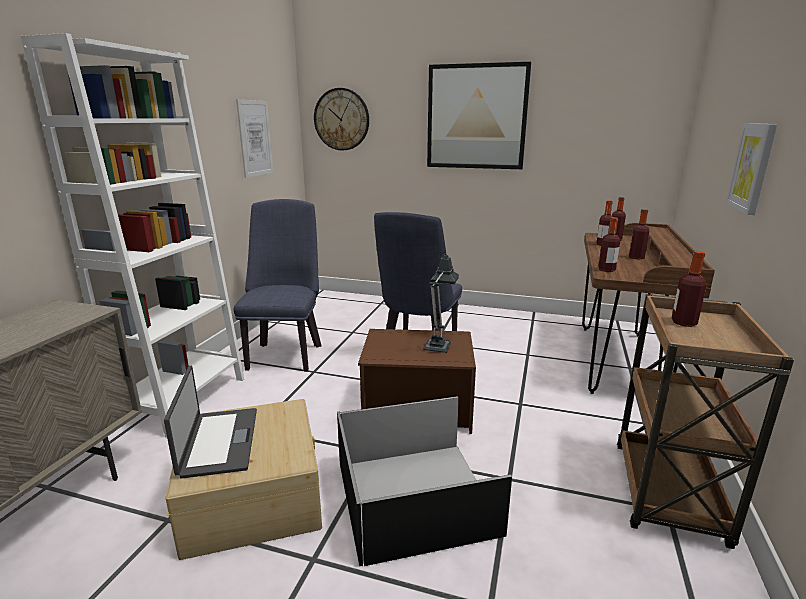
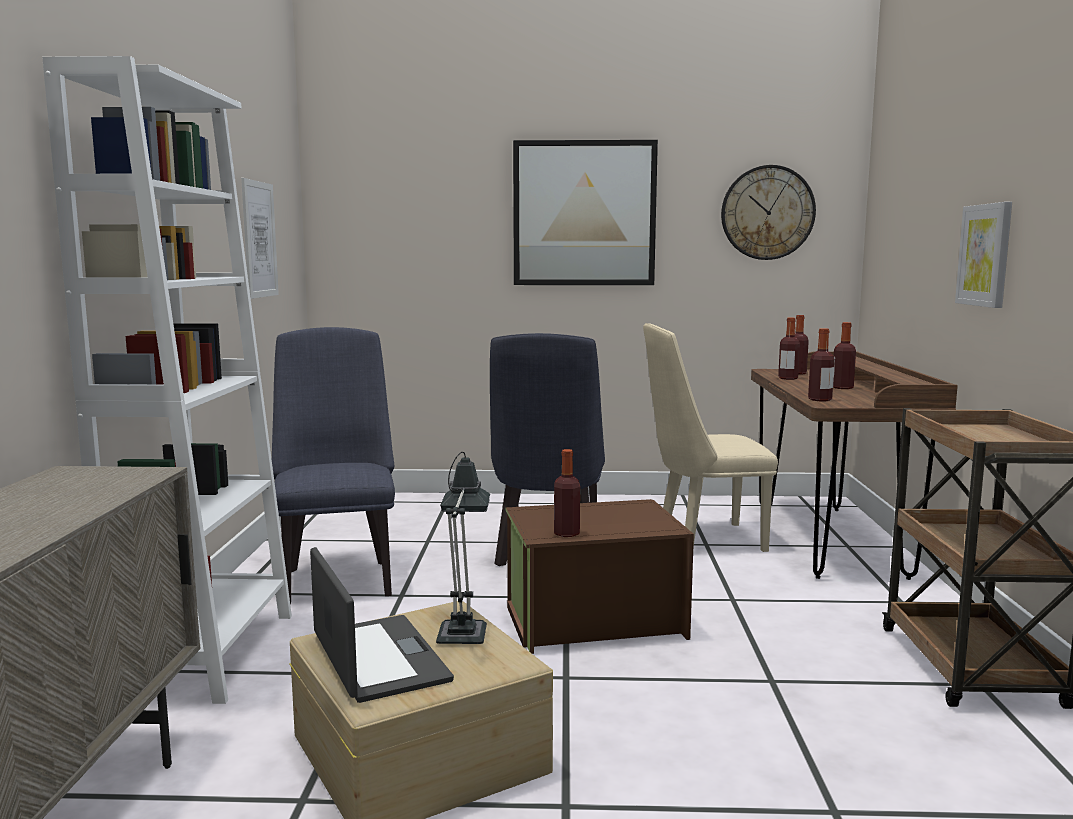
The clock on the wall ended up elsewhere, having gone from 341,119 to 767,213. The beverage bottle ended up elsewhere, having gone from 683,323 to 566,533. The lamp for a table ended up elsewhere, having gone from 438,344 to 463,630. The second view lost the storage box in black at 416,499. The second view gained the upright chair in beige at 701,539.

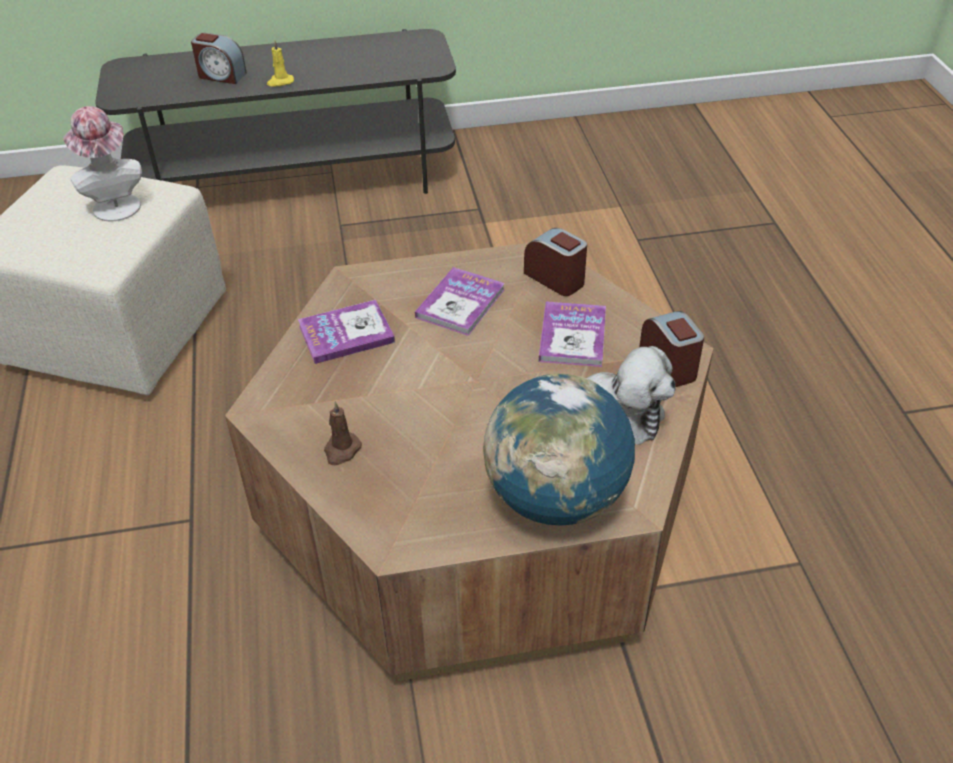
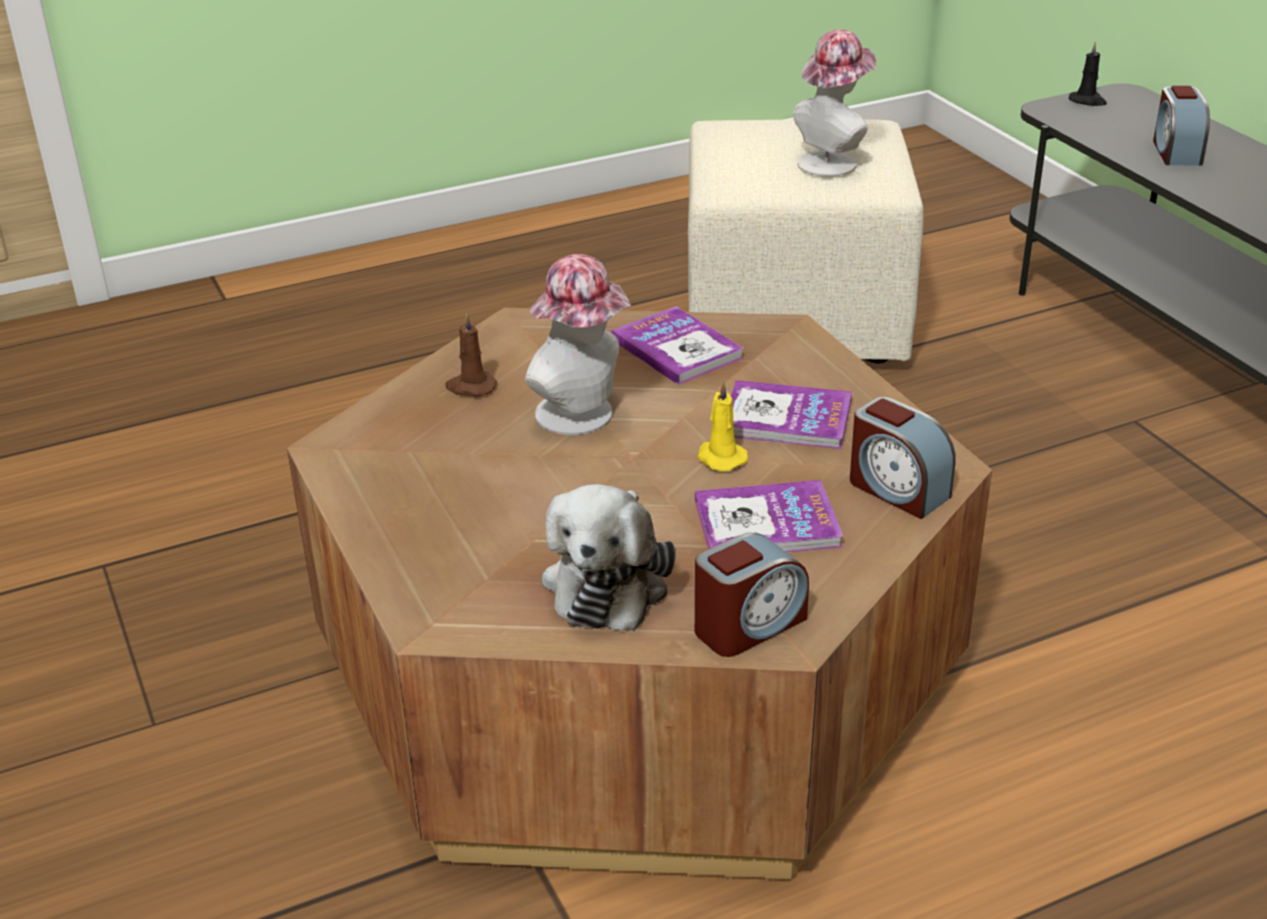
The candle in yellowish ended up elsewhere, having gone from 280,82 to 720,458. The table clock at 555,278 ended up facing another way, 105 degrees clockwise from before. The second view lost the world globe at 555,498. The second view gained the candle in black at 1088,101. The second view gained the clothing hat at 583,417.

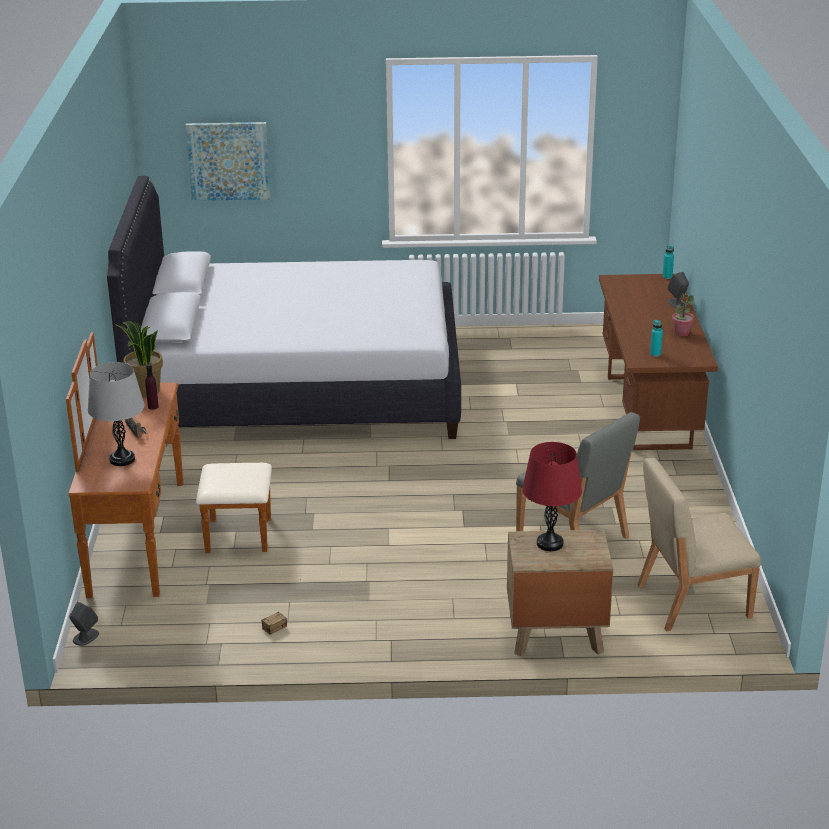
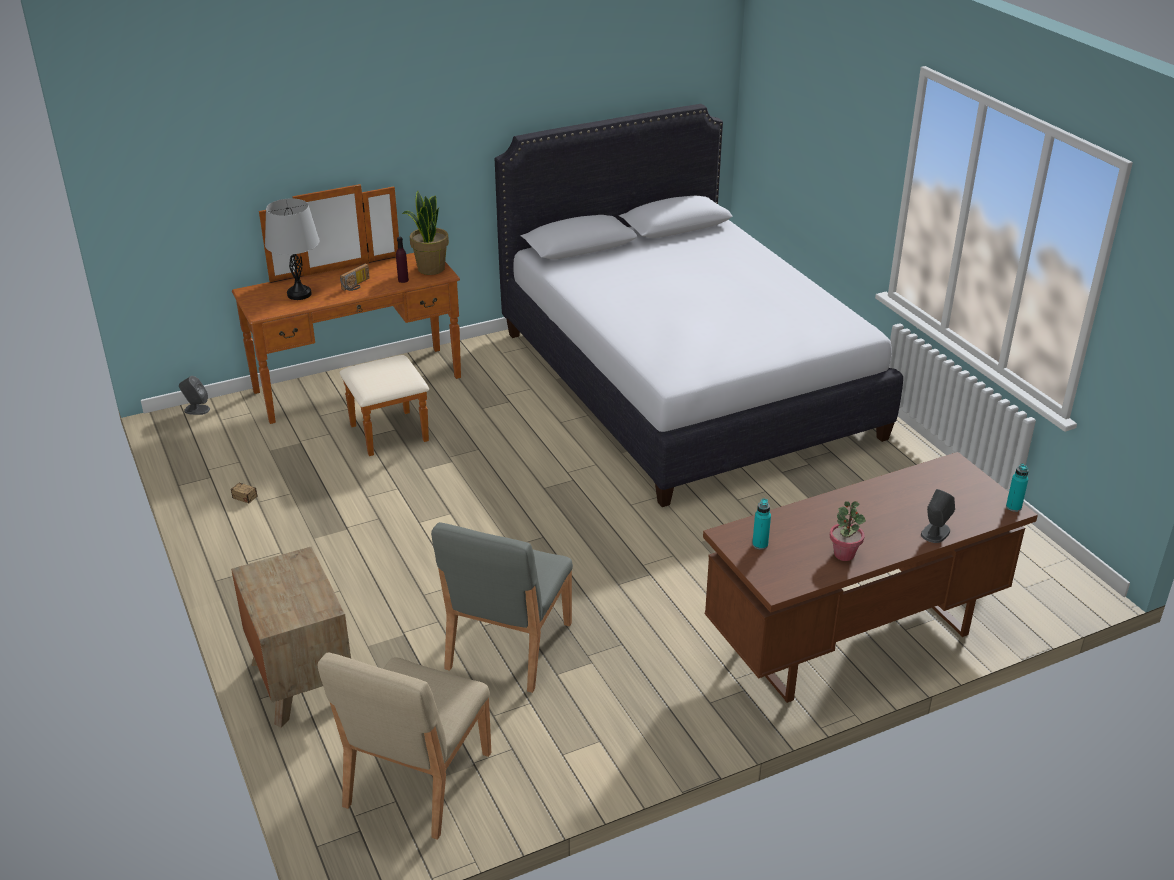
The second view lost the picture at 228,160. The second view lost the lamp for a table in red-coloured at 549,543. The upright chair in beige at 692,601 ended up facing another way, 120 degrees counterclockwise from before.

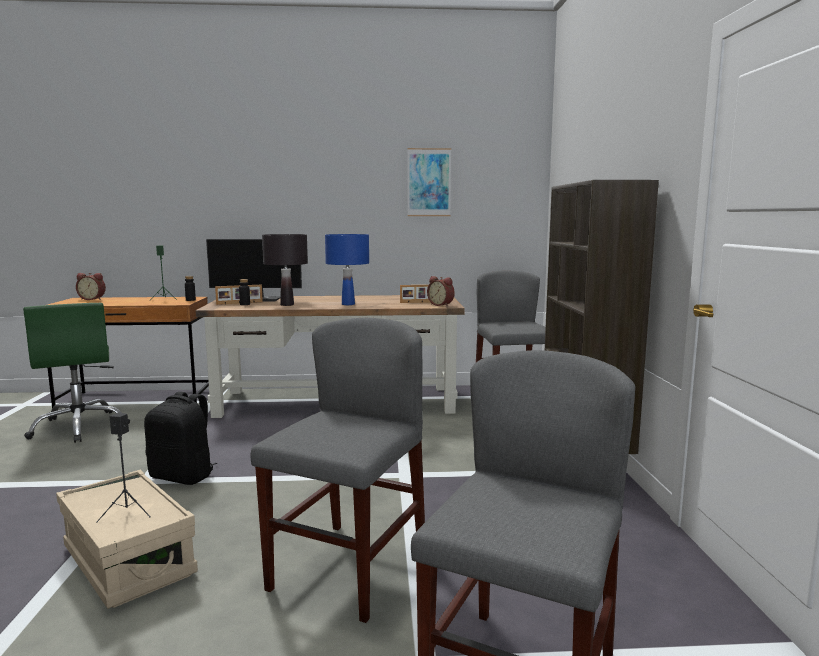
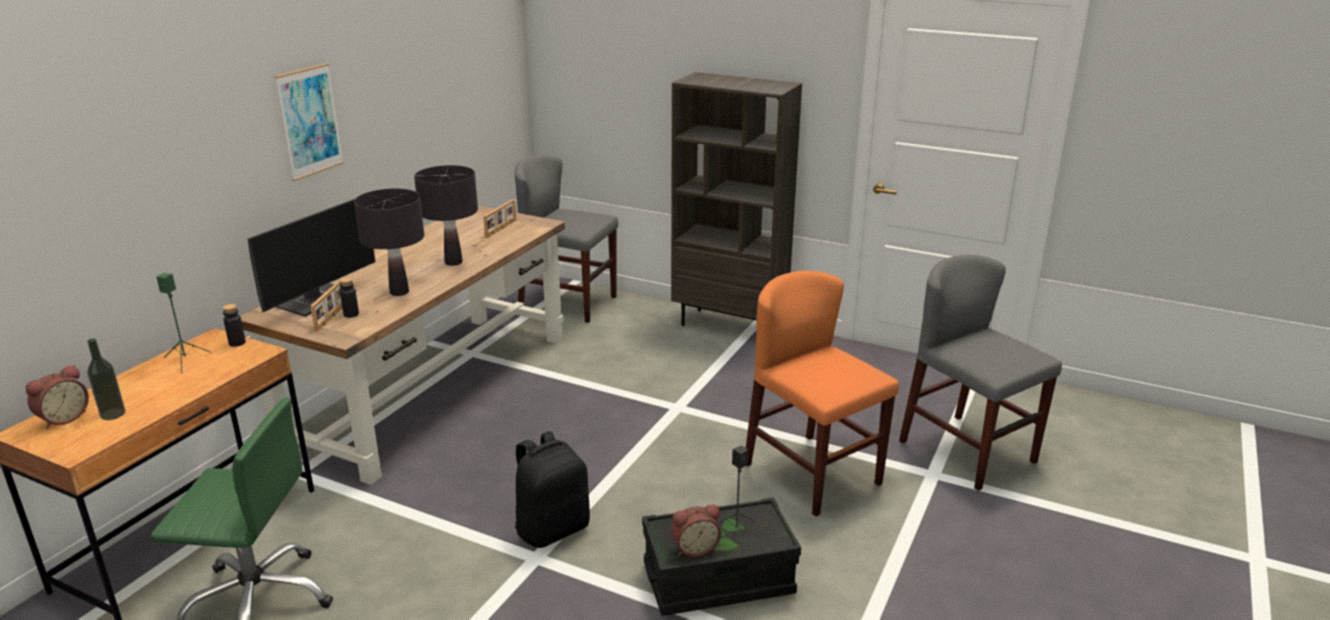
The picture ended up elsewhere, having gone from 429,182 to 310,121. What was the lamp for a table in blue-coloured at 348,304 turned into the lamp for a table in black at 453,262. The table clock ended up elsewhere, having gone from 441,305 to 694,548. What was the upright chair in gray at 349,569 turned into the upright chair in orange-coloured at 812,474. What was the storage box in beige at 128,561 turned into the storage box in black at 718,580. The second view gained the beverage bottle at 113,414.

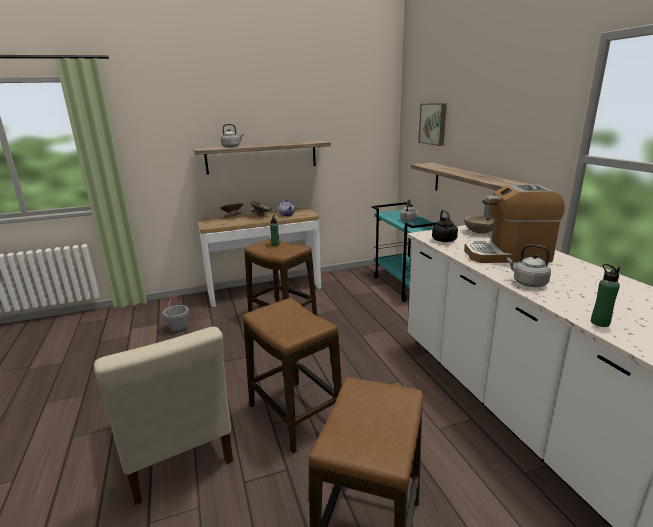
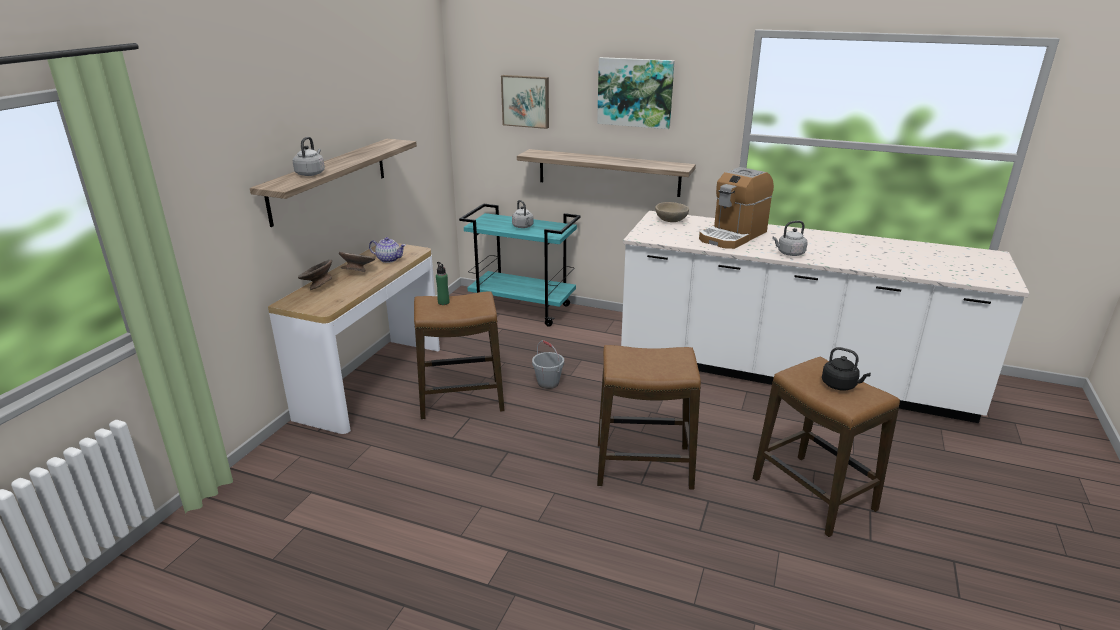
The kettle in black ended up elsewhere, having gone from 444,240 to 840,385. The second view lost the beverage bottle in green-coloured at 600,322. The bucket in gray ended up elsewhere, having gone from 178,329 to 548,383. The second view lost the upright chair in beige at 174,447. The second view gained the picture at 635,92.

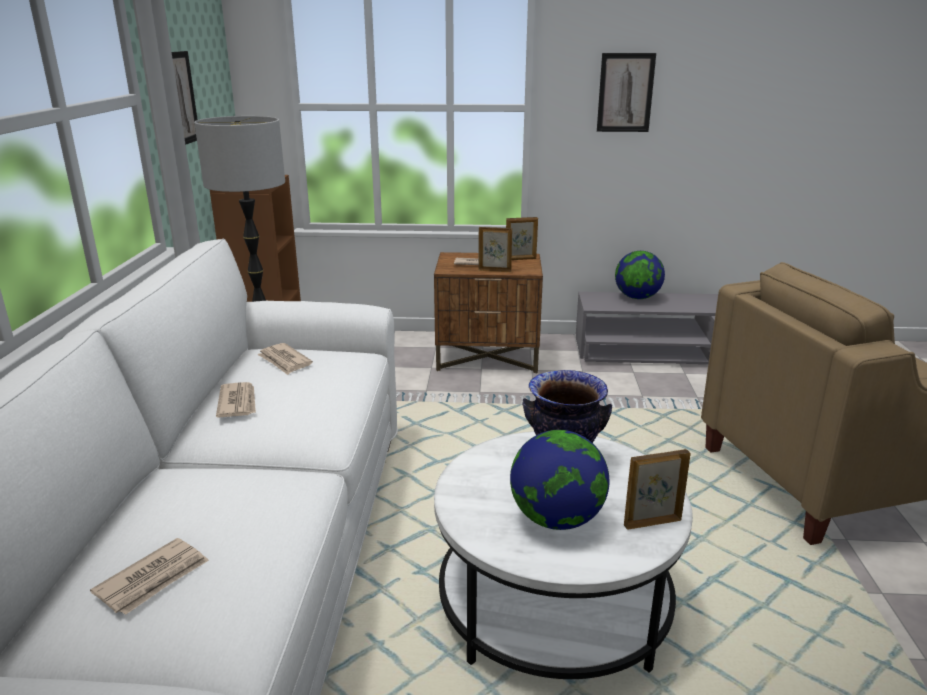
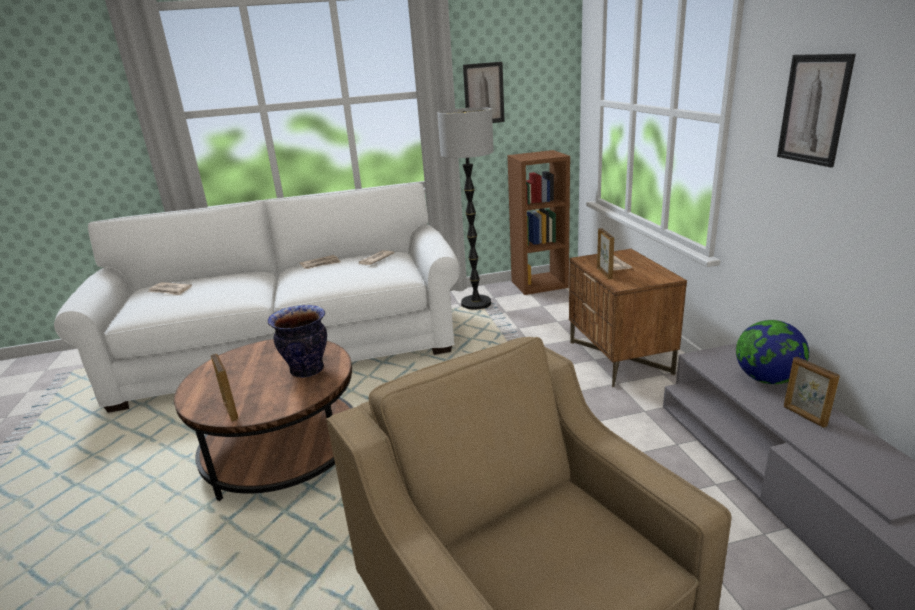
The standing frame ended up elsewhere, having gone from 521,259 to 804,416. The second view lost the world globe at 556,519. What was the low table in white-coloured at 553,603 turned into the low table in brown-coloured at 283,451.

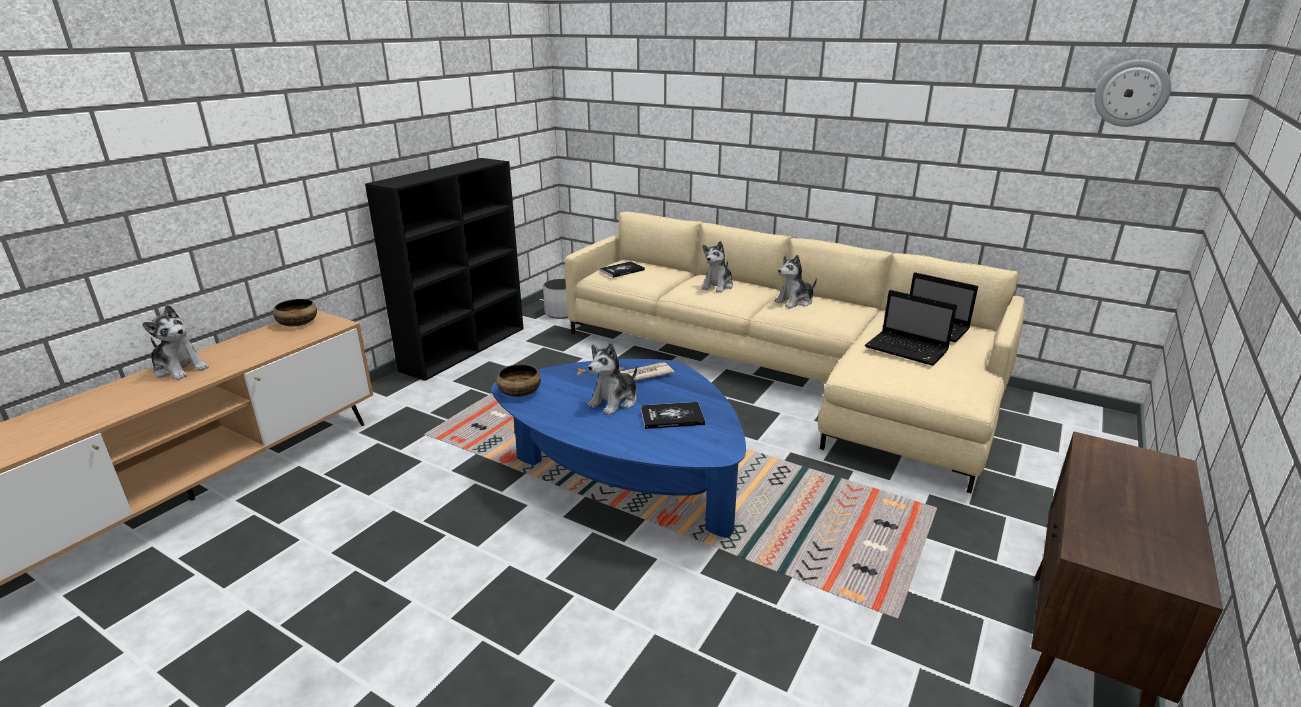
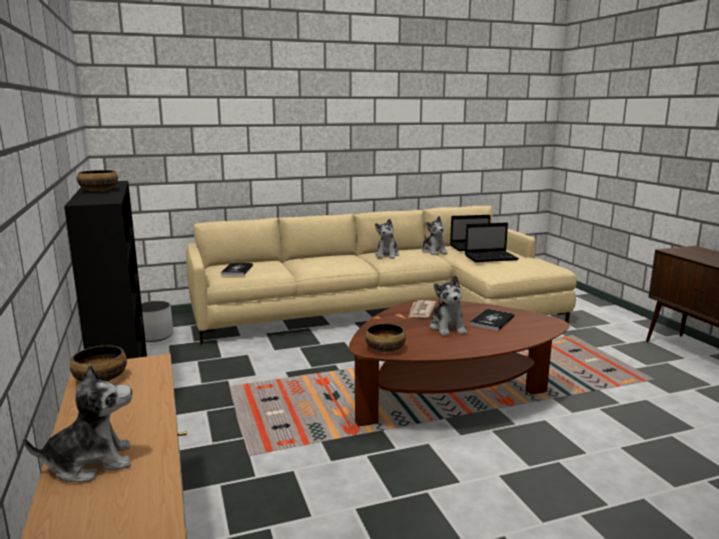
The second view lost the clock on the wall at 1131,93. The cuddly toy ended up elsewhere, having gone from 717,286 to 434,252. What was the low table in blue-coloured at 625,485 turned into the low table in brown-coloured at 449,400. The second view gained the bowl at 98,190.

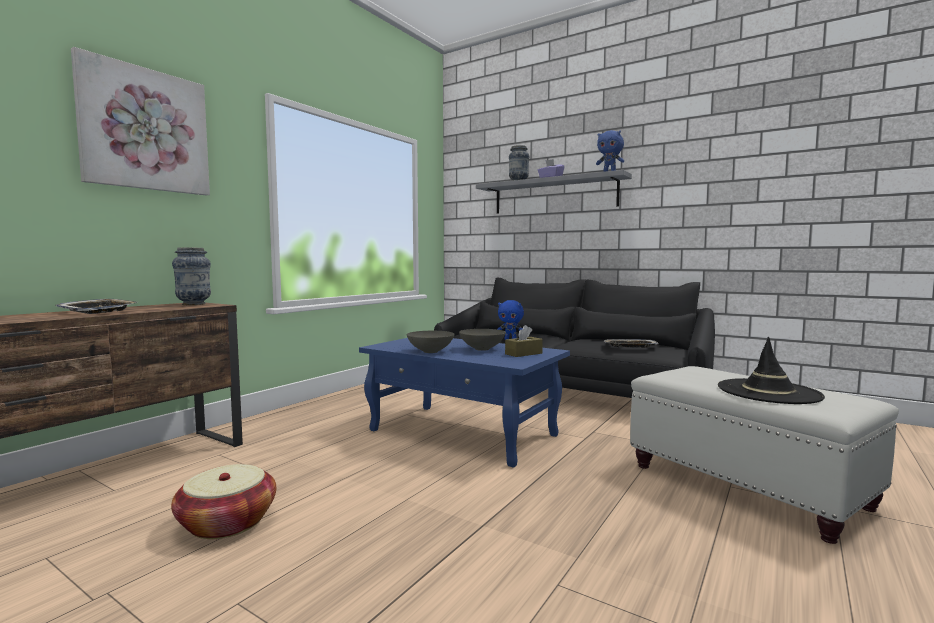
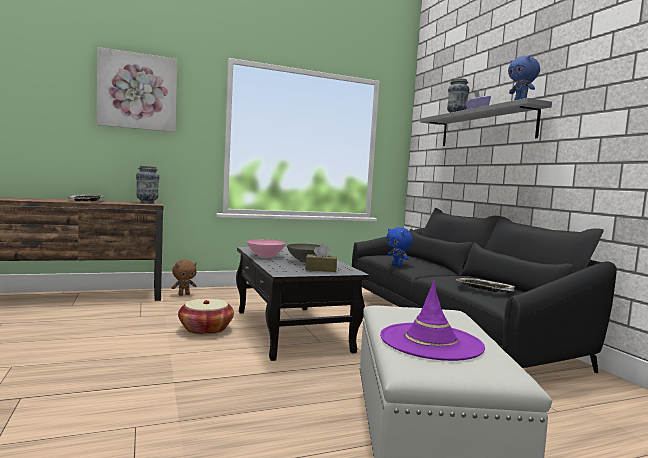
What was the bowl in gray at 430,351 turned into the bowl in pink-coloured at 265,256. What was the clothing hat in black at 768,392 turned into the clothing hat in purple at 431,342. What was the low table in blue-coloured at 464,433 turned into the low table in black at 291,330. The basket ended up elsewhere, having gone from 227,523 to 206,329. The second view gained the cuddly toy in brown-coloured at 184,294.

